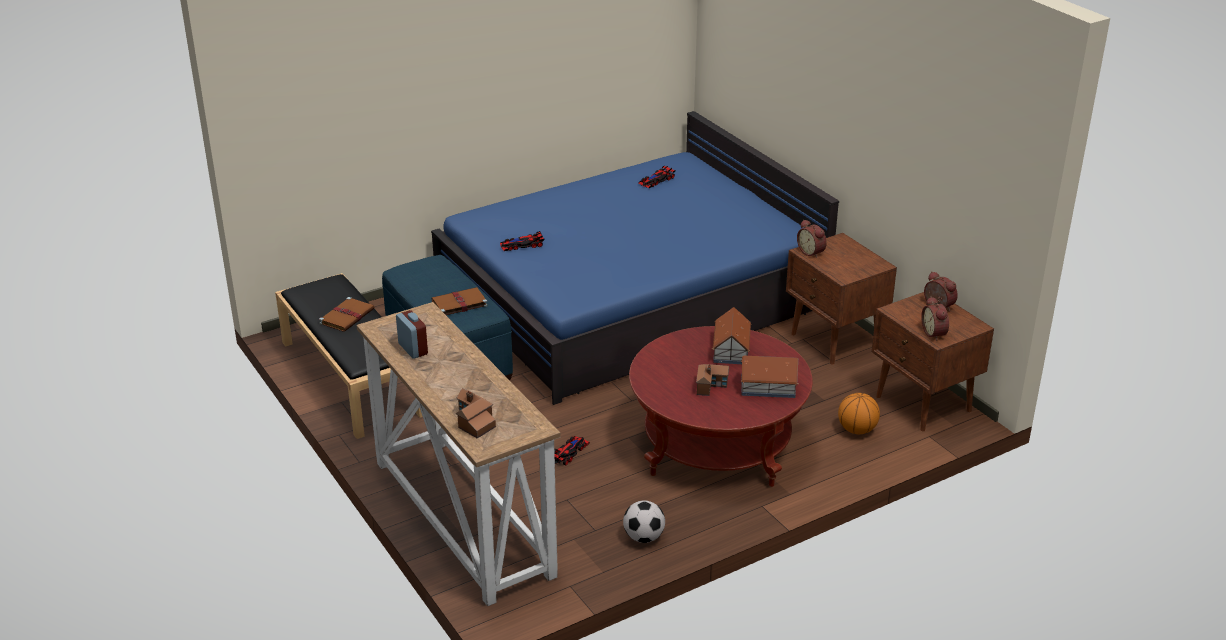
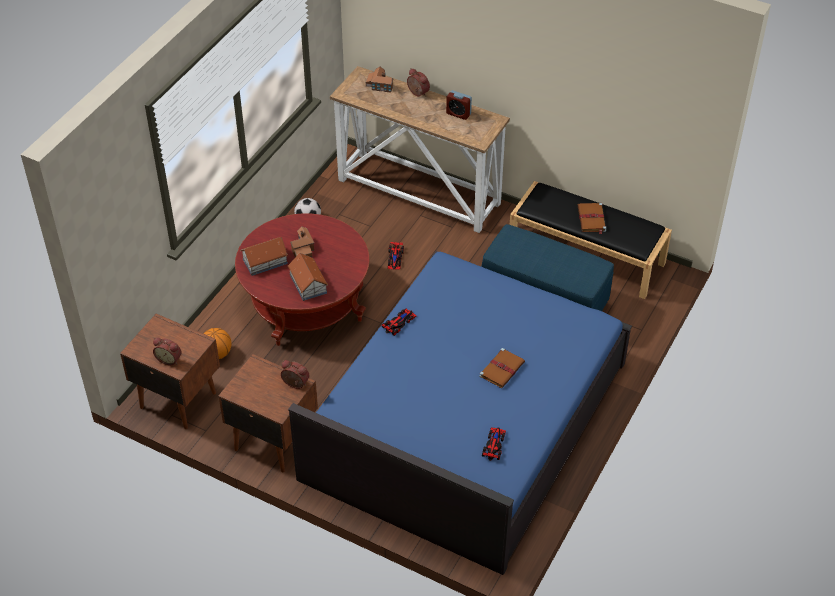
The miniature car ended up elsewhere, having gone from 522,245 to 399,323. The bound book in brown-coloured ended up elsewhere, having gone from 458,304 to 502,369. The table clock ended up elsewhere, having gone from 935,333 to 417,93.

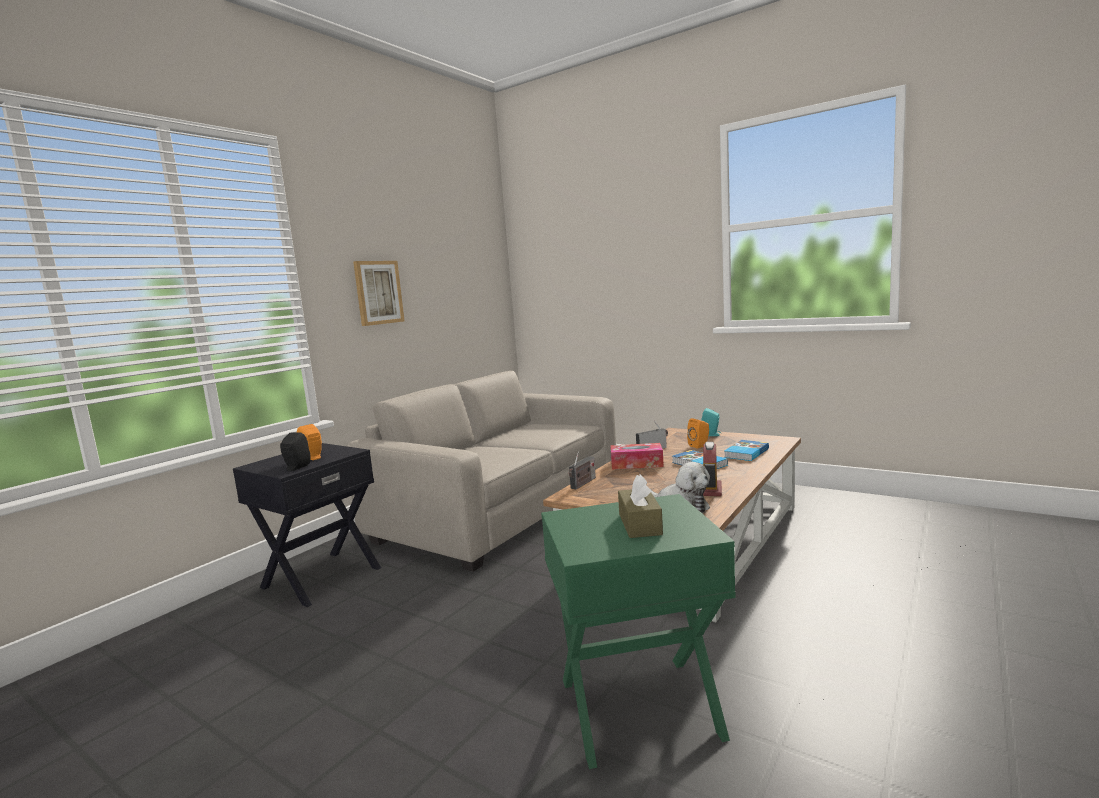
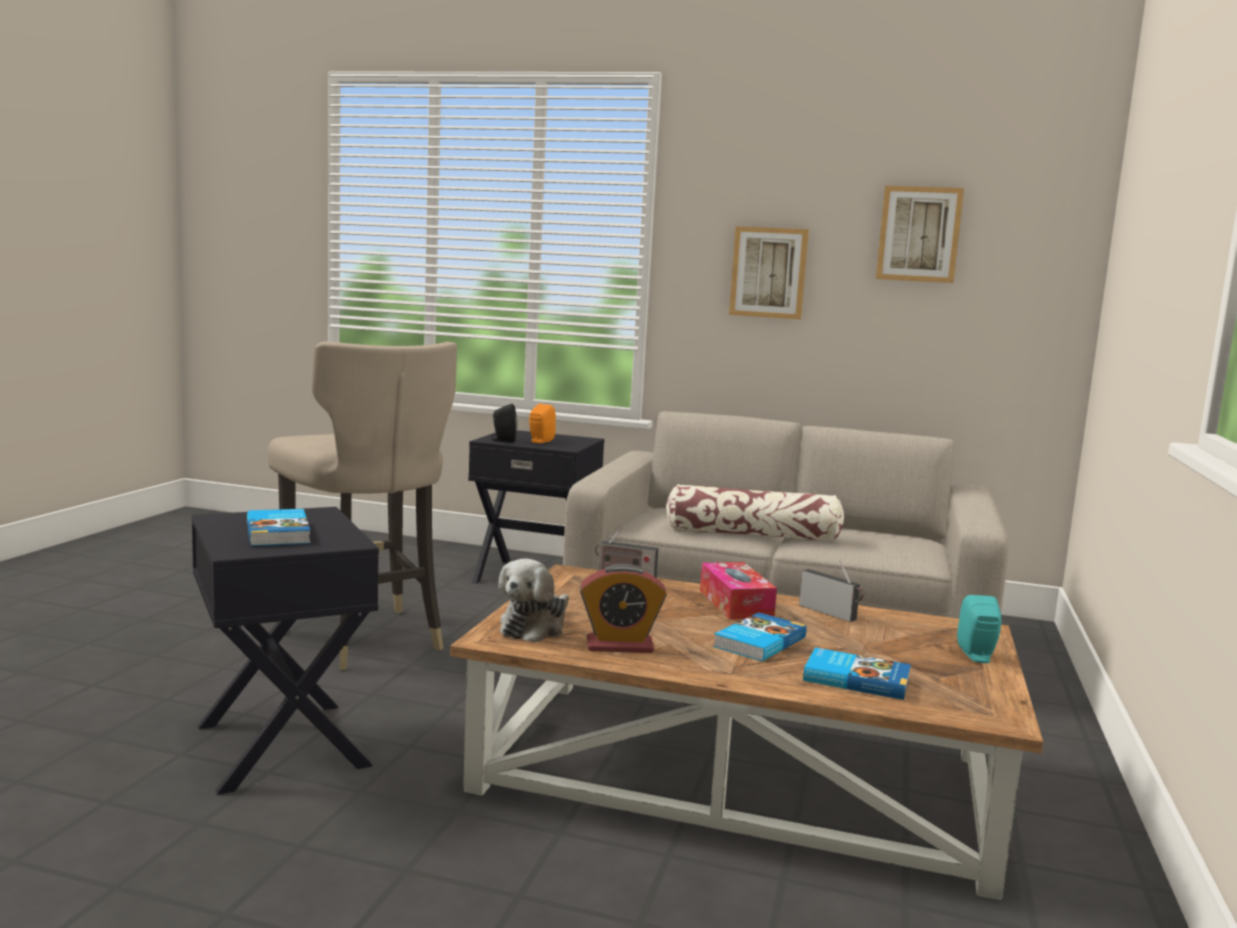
The second view lost the loudspeaker in orange-coloured at 700,445. Where the tissue box in brown-coloured stood at 640,524, the bound book came to stand at 280,533. What was the side table in green-coloured at 639,709 turned into the side table in black at 279,745. The second view gained the picture at 919,234. The second view gained the stool seat in beige at 363,638. The second view gained the pillow at 753,534.

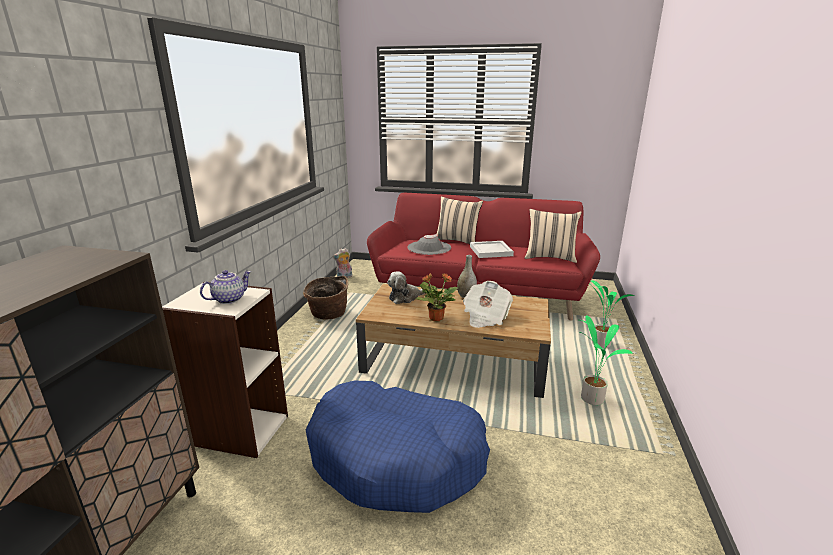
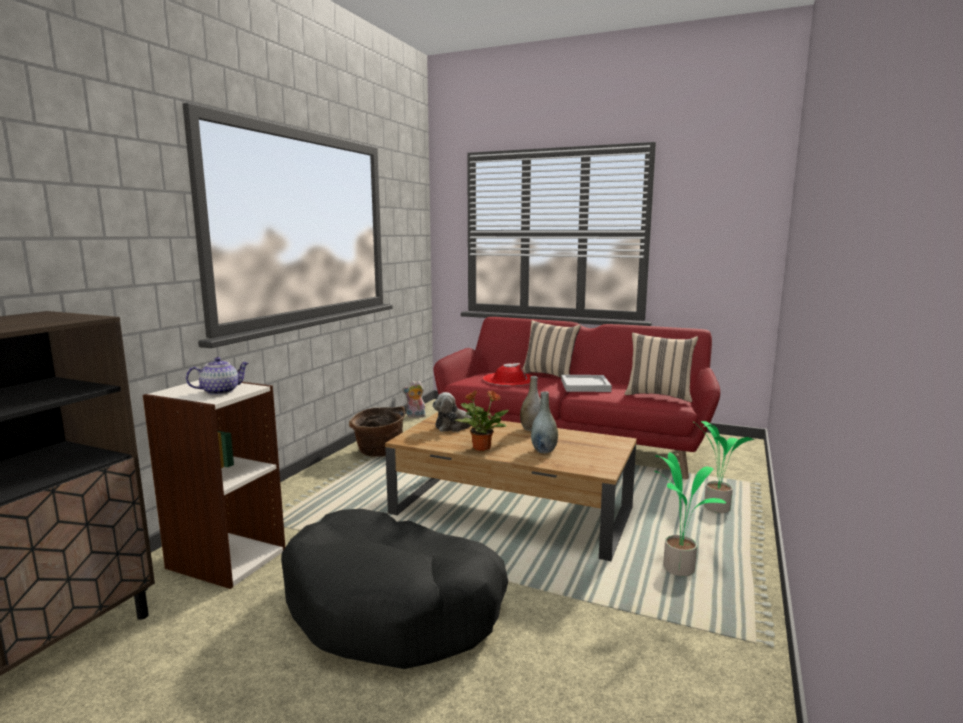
What was the clothing hat in gray at 429,248 turned into the clothing hat in red-coloured at 509,379. Where the printed paper stood at 485,317, the decorative vase in gray came to stand at 544,450. What was the dog bed in blue-coloured at 397,458 turned into the dog bed in black at 393,607.

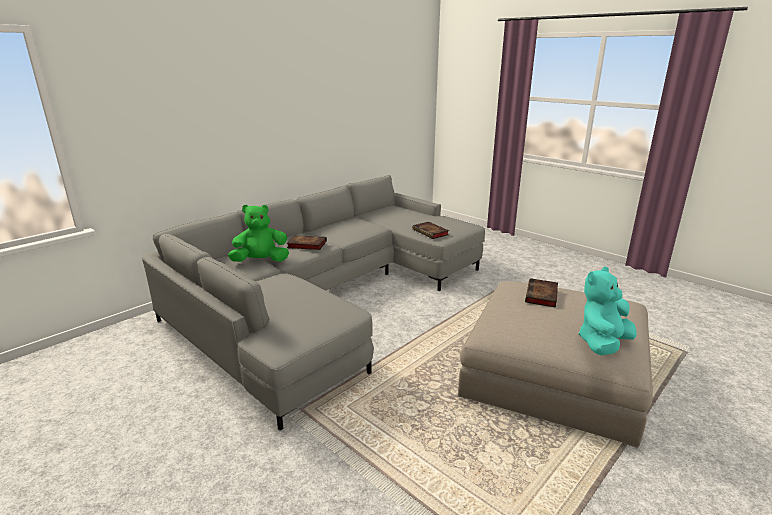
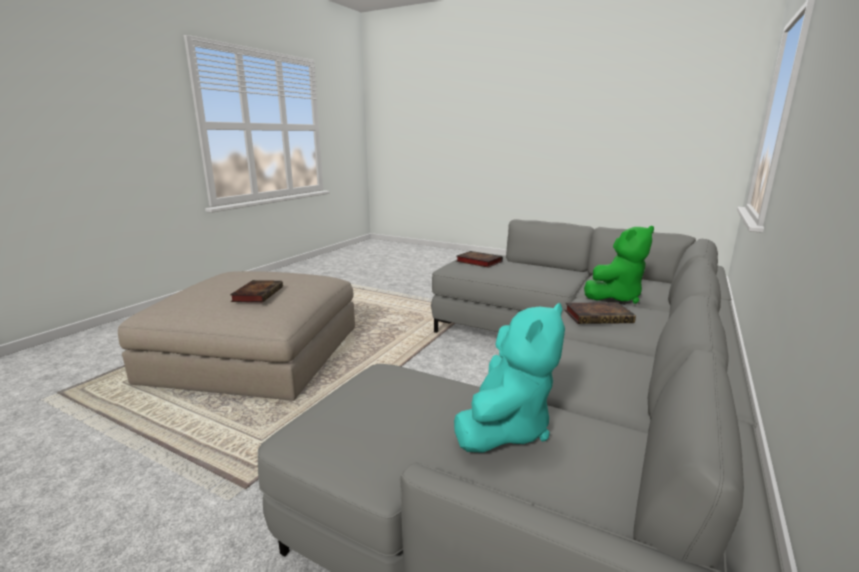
The bound book ended up elsewhere, having gone from 431,232 to 477,262. The cuddly toy in turquoise ended up elsewhere, having gone from 602,344 to 505,428.

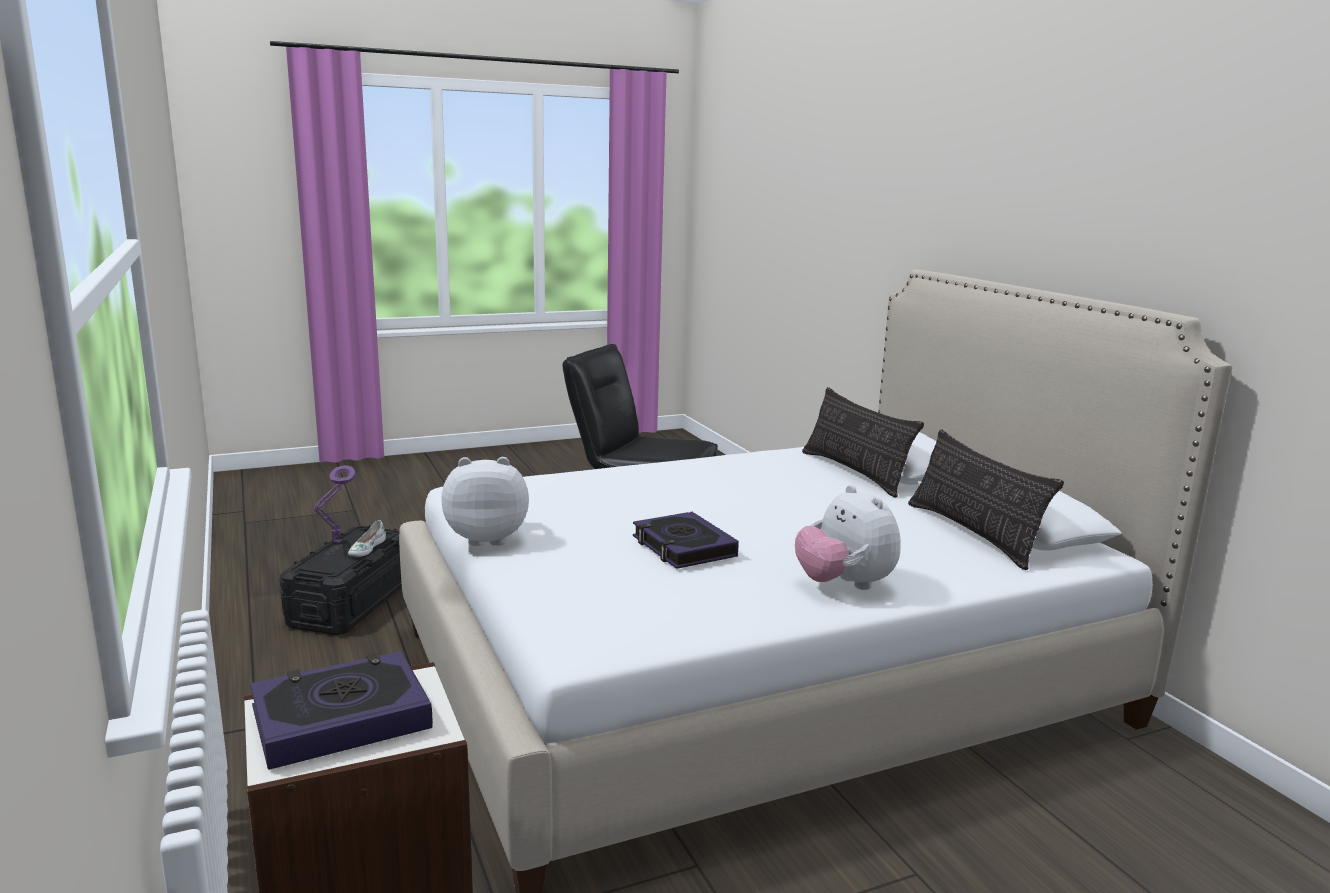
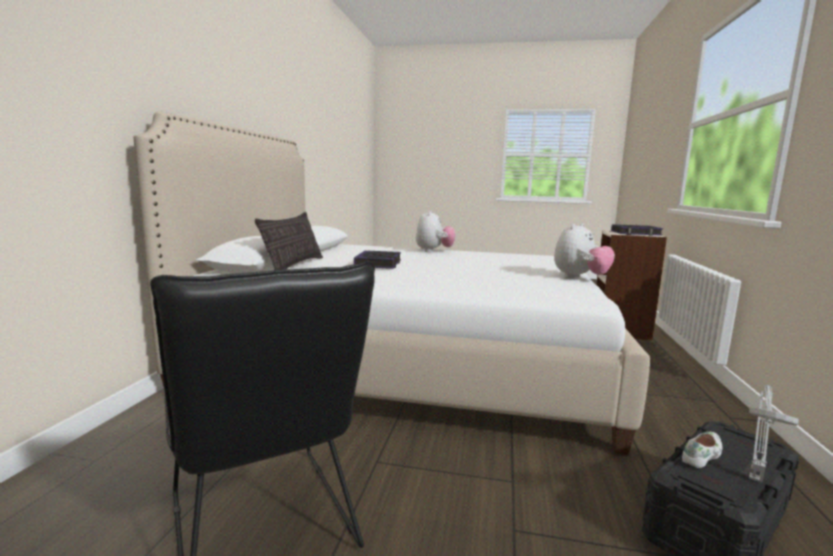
The second view lost the pillow at 972,534. The cuddly toy at 487,538 ended up facing another way, 75 degrees counterclockwise from before. What was the lamp for a table in purple at 336,543 turned into the lamp for a table in gray at 755,477. The bound book ended up elsewhere, having gone from 683,547 to 378,264.

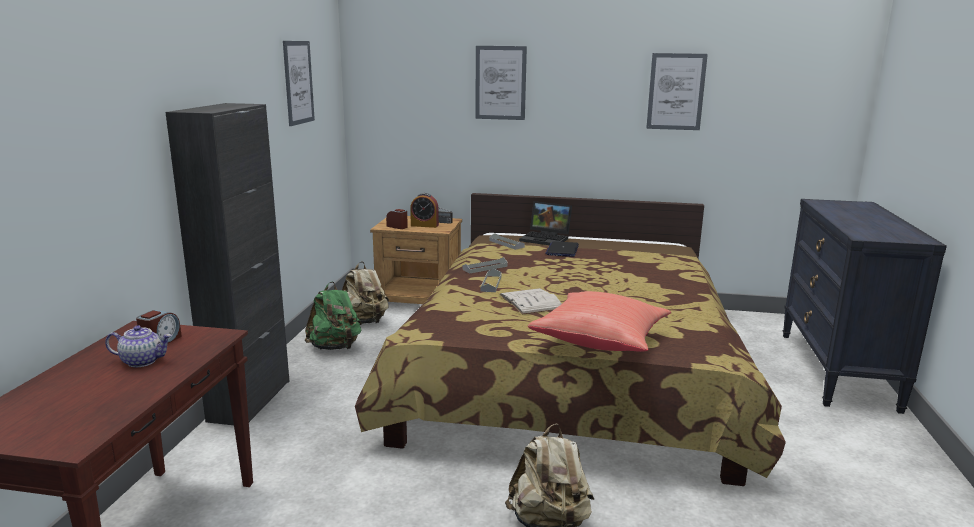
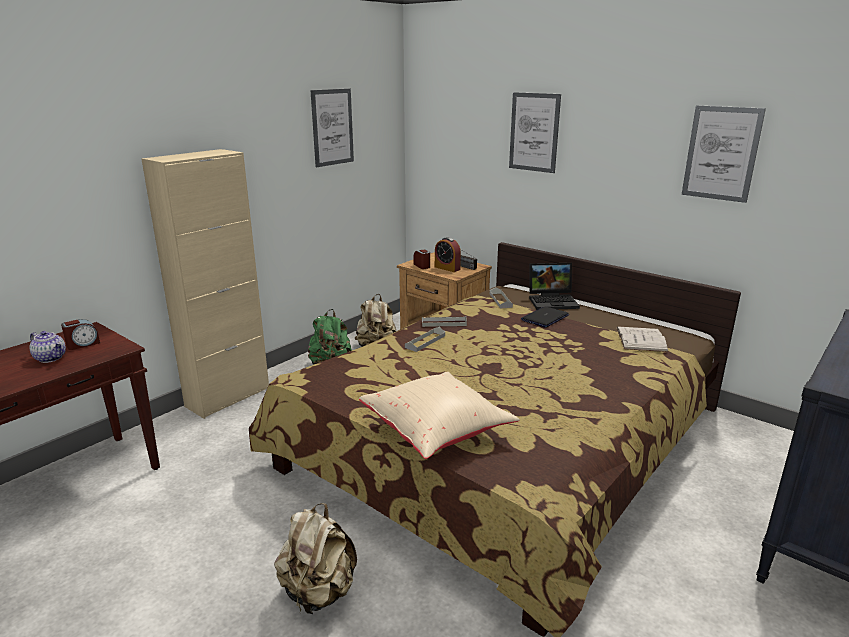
What was the cupboard in black at 250,400 turned into the cupboard in beige at 228,397. The laptop at 546,239 ended up facing another way, 60 degrees counterclockwise from before. The bound book in white-coloured ended up elsewhere, having gone from 531,301 to 641,339. What was the pillow in red-coloured at 601,341 turned into the pillow in beige at 437,431.

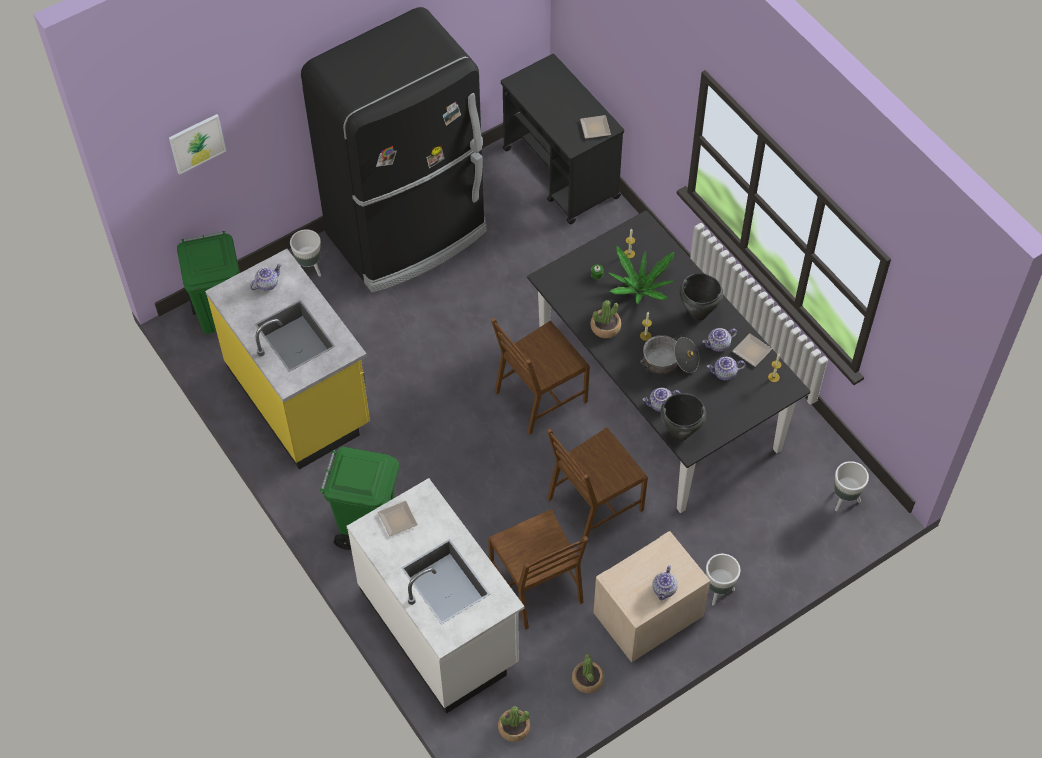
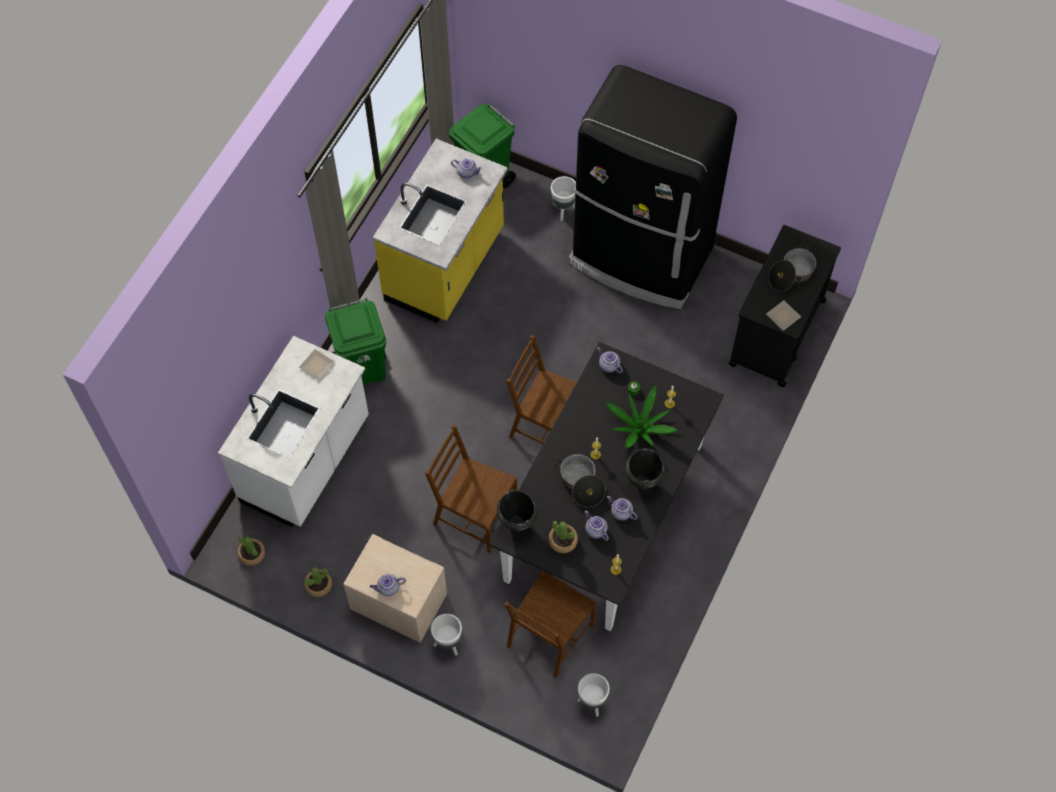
The second view lost the picture at 197,143. The potted plant ended up elsewhere, having gone from 605,327 to 563,541. The second view lost the dinner plate at 750,351. The tea pot ended up elsewhere, having gone from 660,405 to 608,366. The upright chair in brown-coloured ended up elsewhere, having gone from 538,586 to 549,636. The second view gained the cooking pot at 791,274.

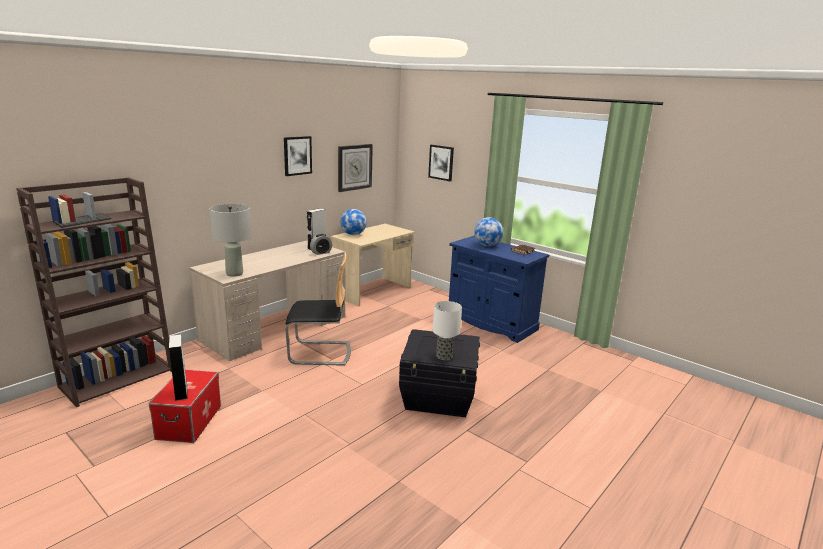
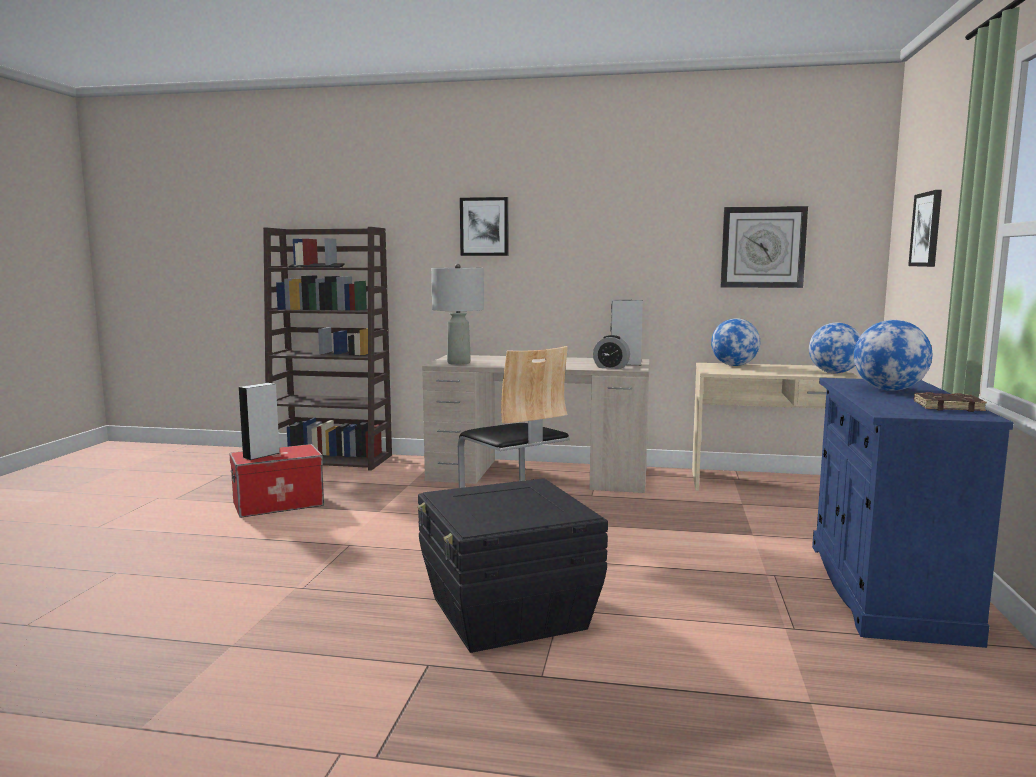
The picture ended up elsewhere, having gone from 297,155 to 484,226. The second view lost the lamp for a table at 444,356. The second view gained the world globe at 833,373.

